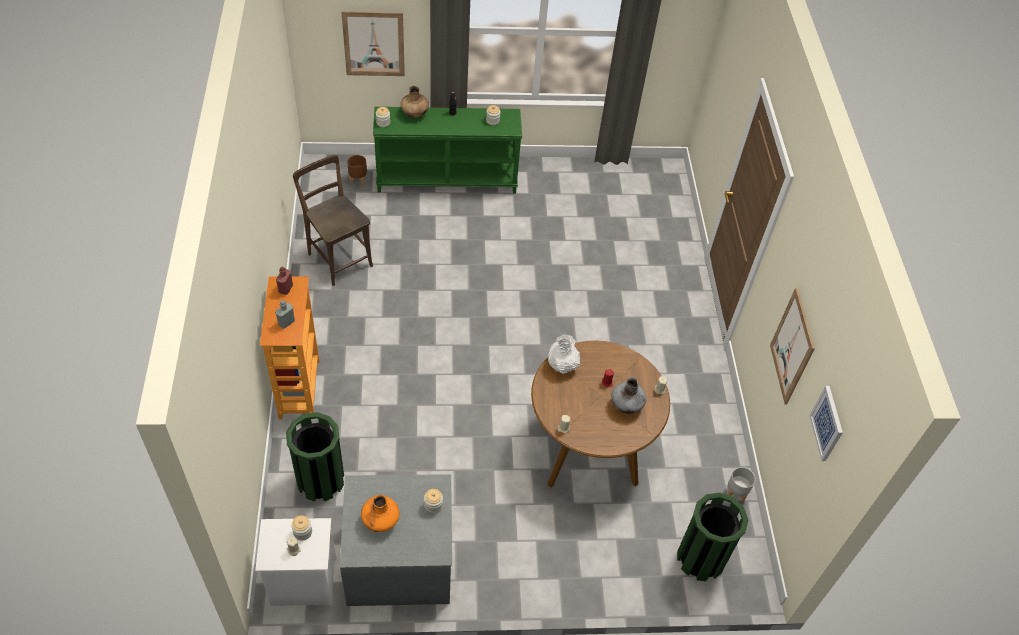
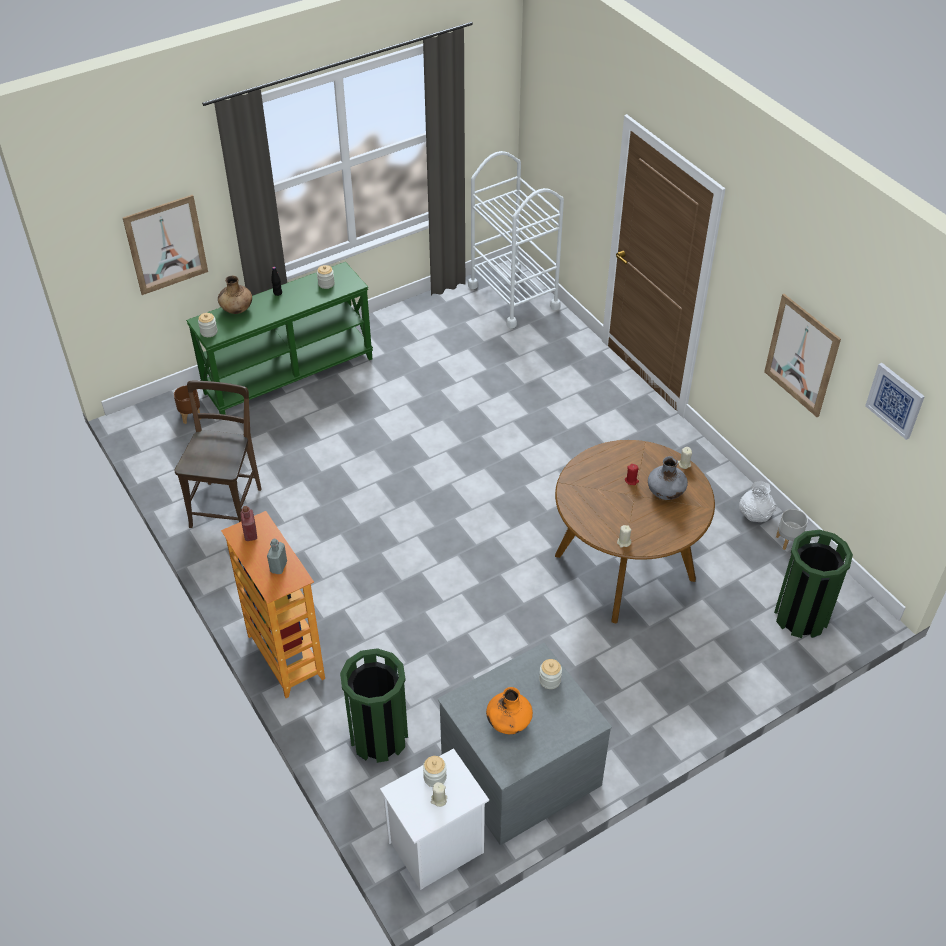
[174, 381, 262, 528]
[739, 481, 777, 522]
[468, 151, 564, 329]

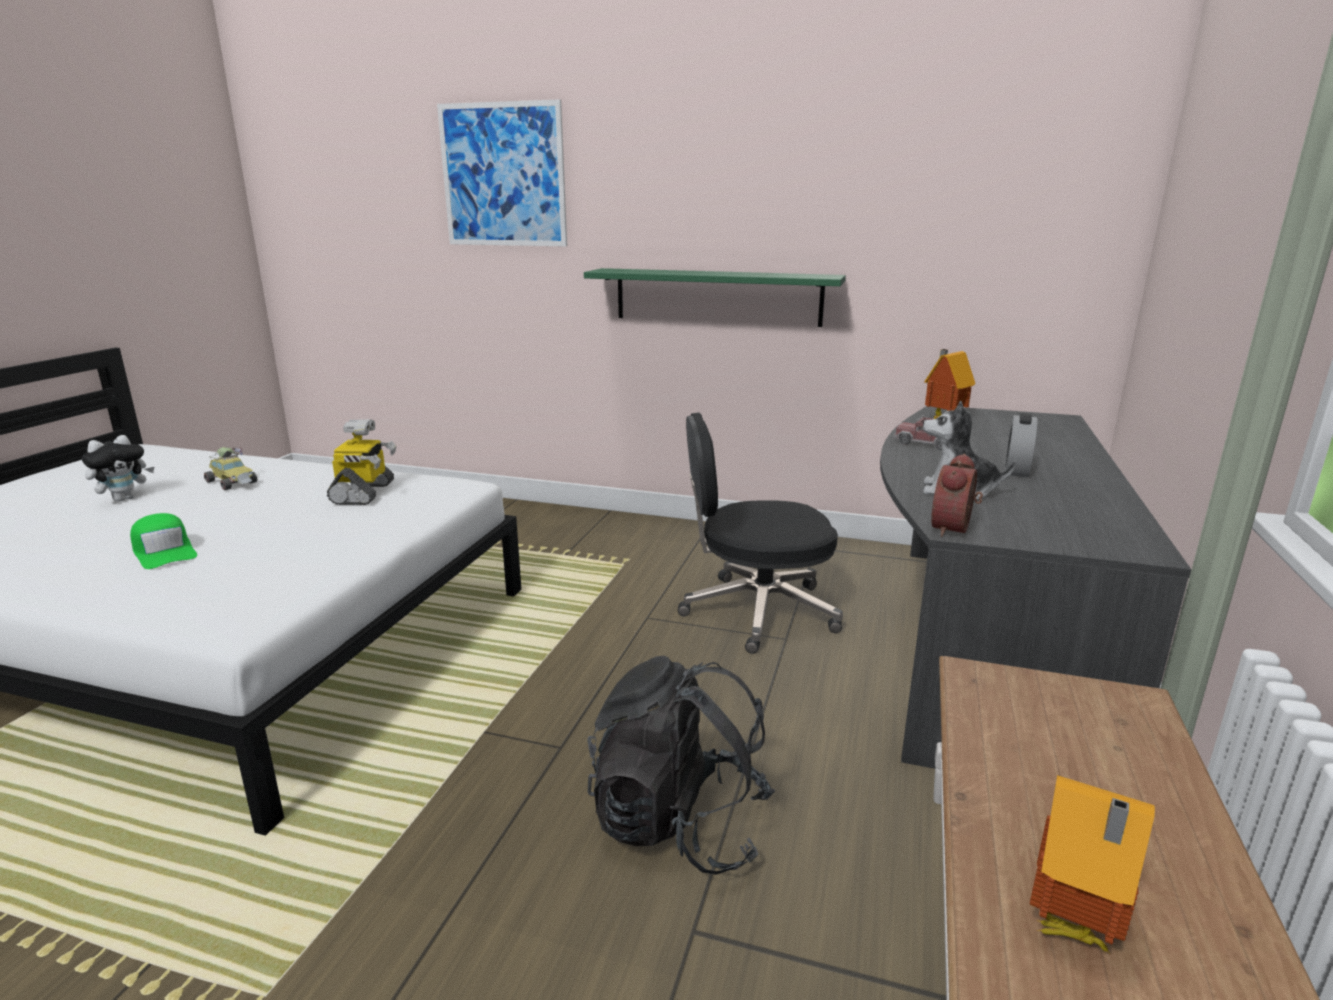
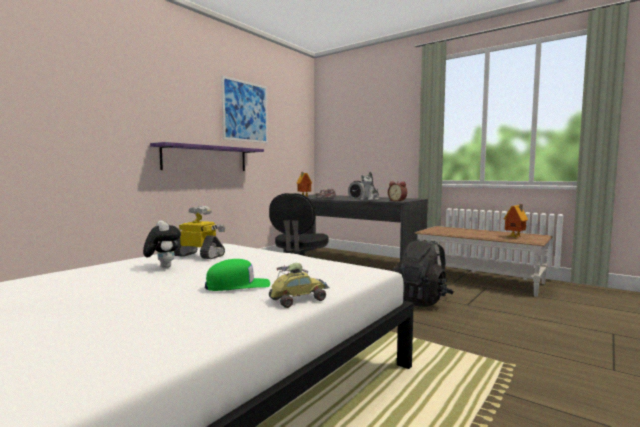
[221, 75, 268, 143]
[150, 142, 264, 171]
[143, 220, 181, 269]
[269, 263, 329, 308]

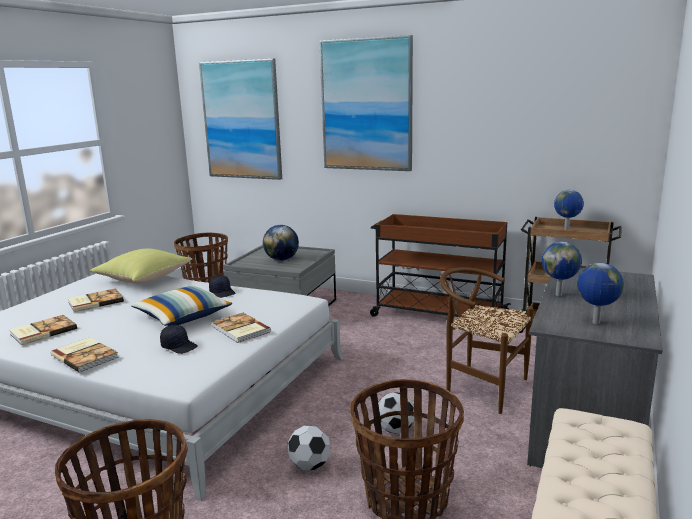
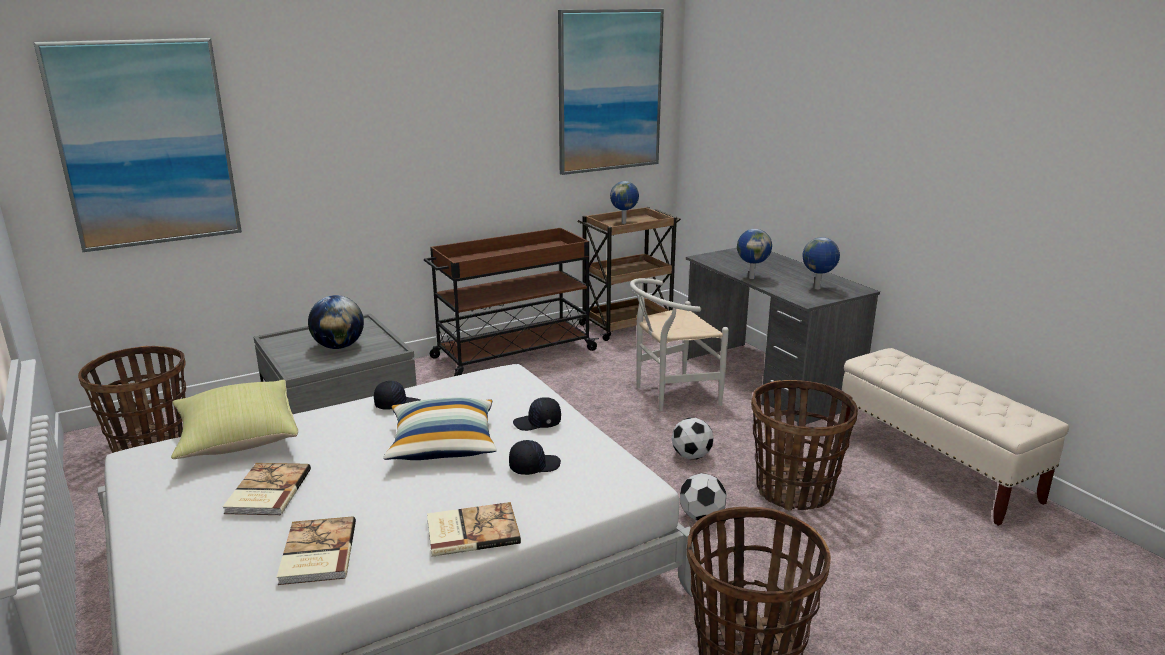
[558, 9, 664, 175]
[630, 278, 729, 411]
[513, 397, 561, 431]

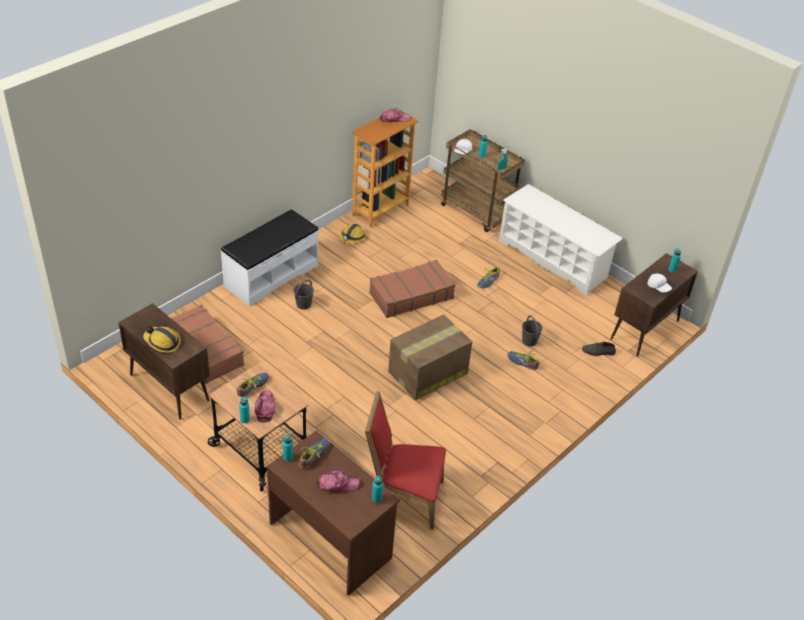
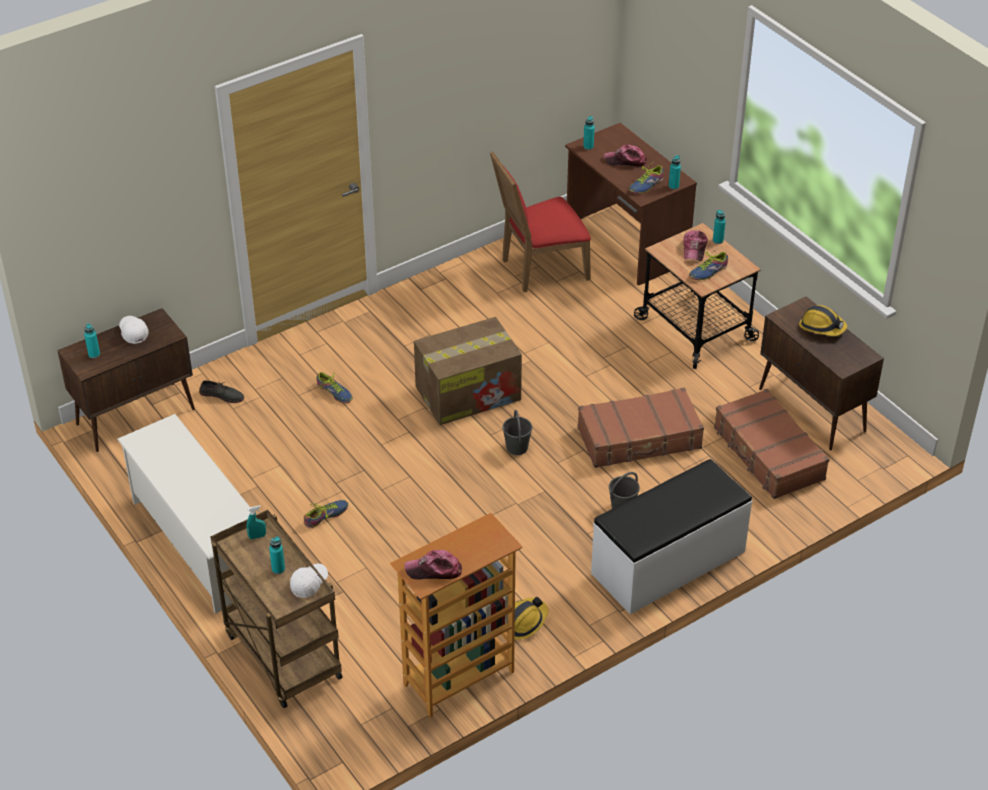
[577, 388, 704, 468]
[502, 410, 532, 455]
[490, 151, 591, 292]

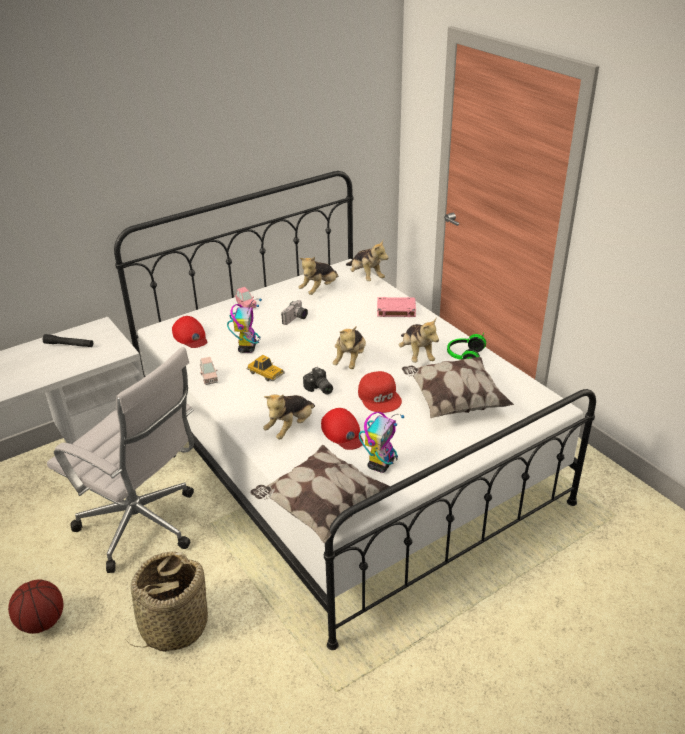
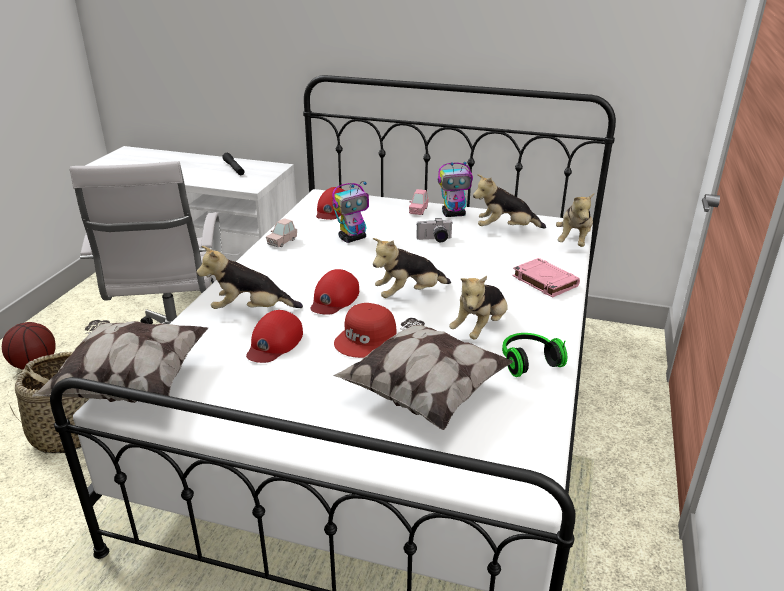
[247, 355, 285, 381] (first image)
[310, 269, 359, 315]
[438, 161, 473, 217]

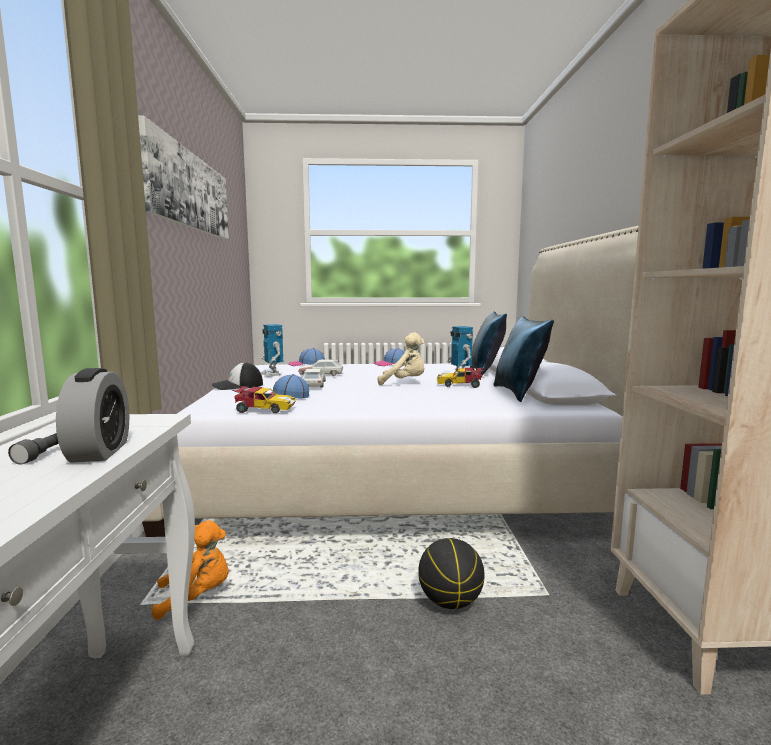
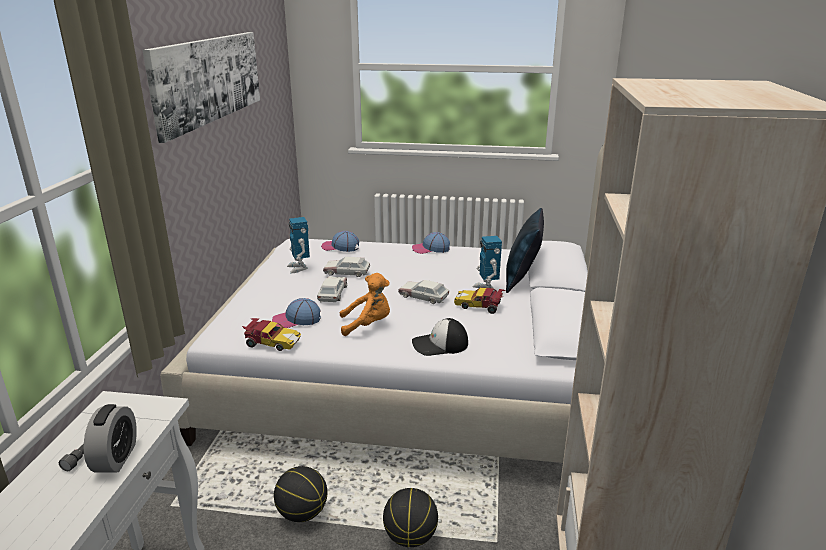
[493, 316, 554, 402] (first image)
[398, 280, 449, 304]
[412, 318, 468, 356]
[340, 273, 390, 336]
[274, 466, 327, 522]

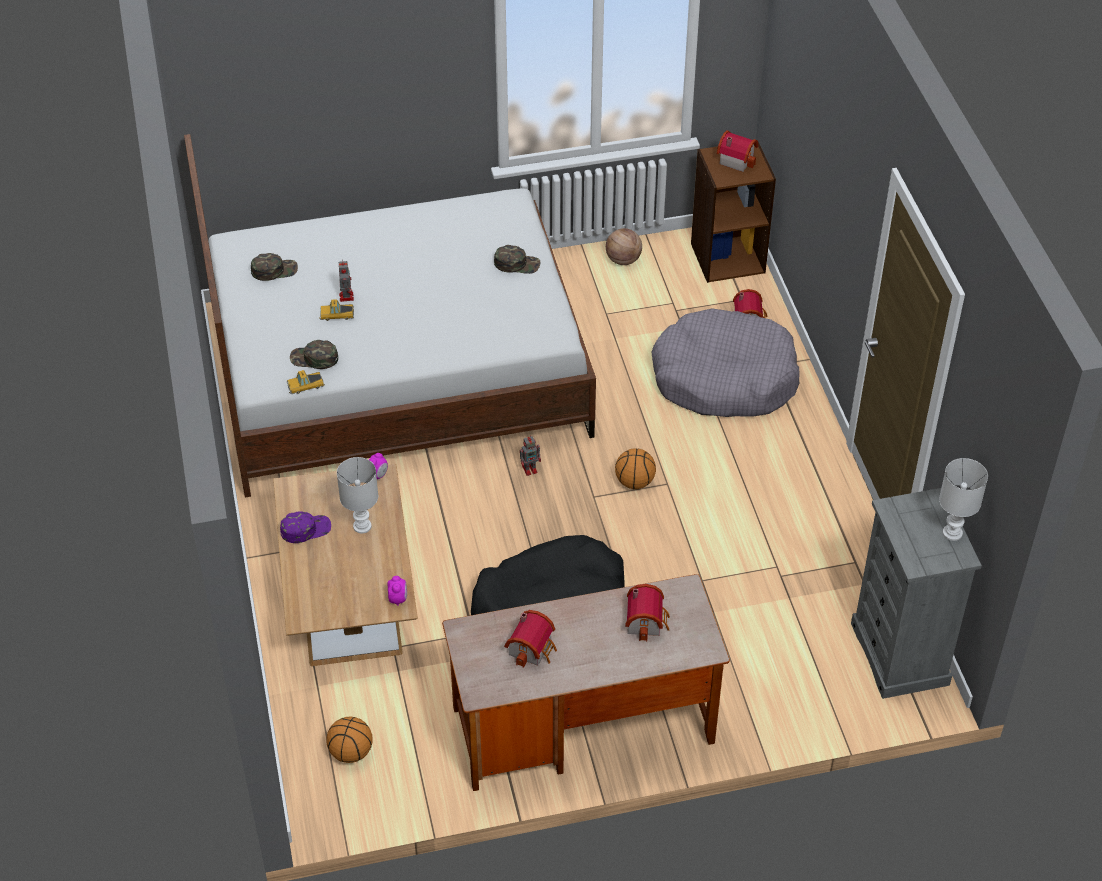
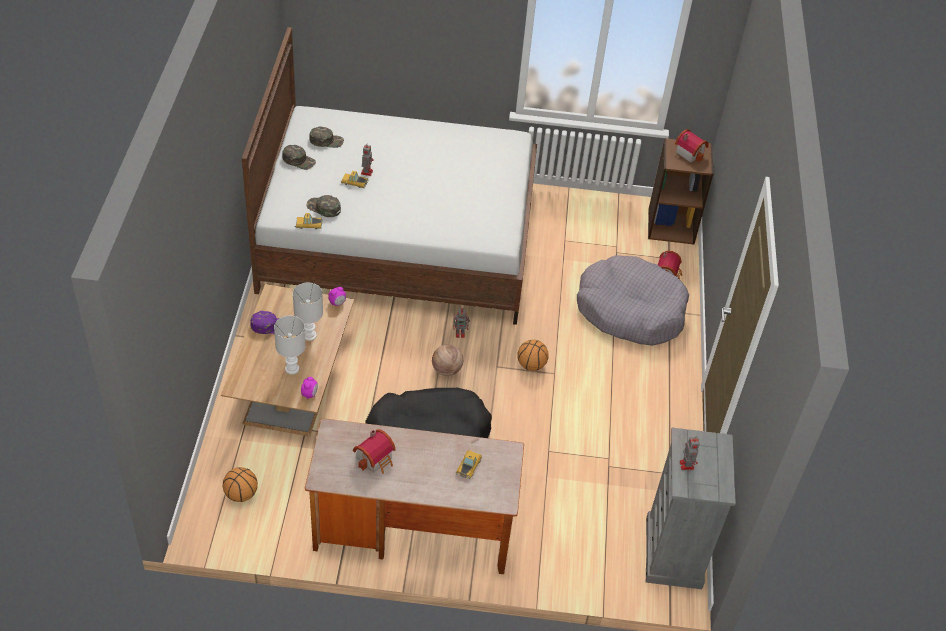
[432, 345, 463, 376]
[282, 145, 316, 170]
[274, 316, 306, 374]
[456, 450, 482, 479]
[679, 436, 700, 470]

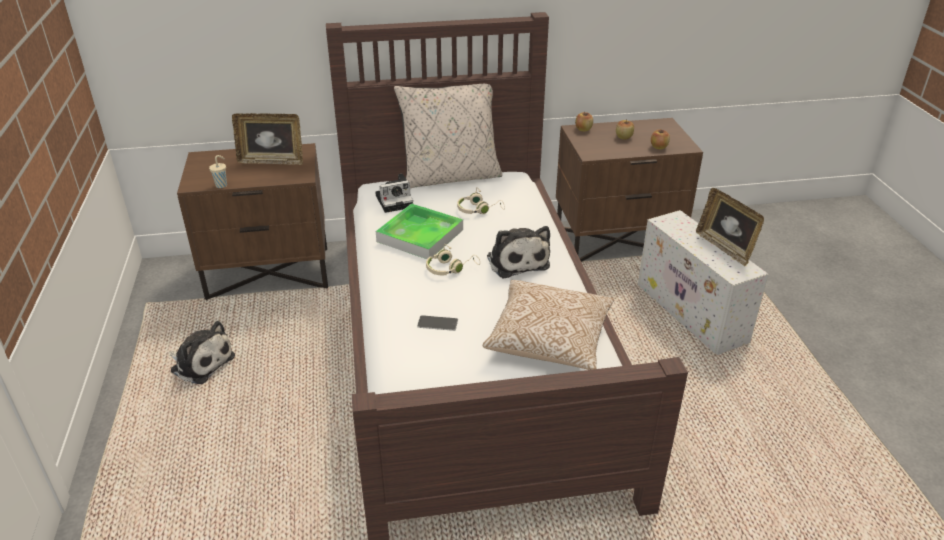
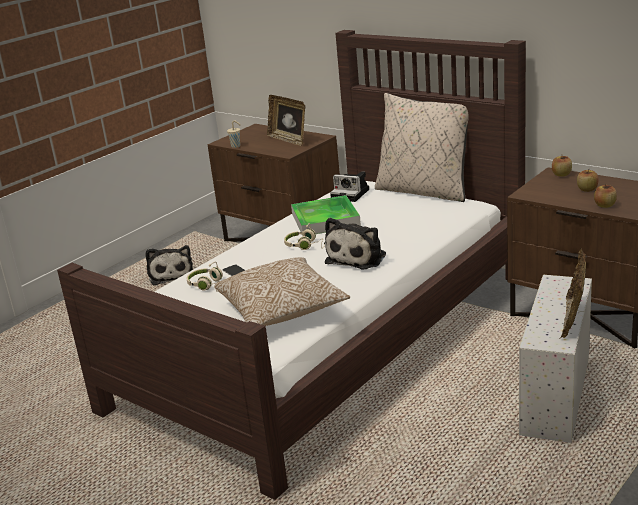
[186, 261, 223, 292]

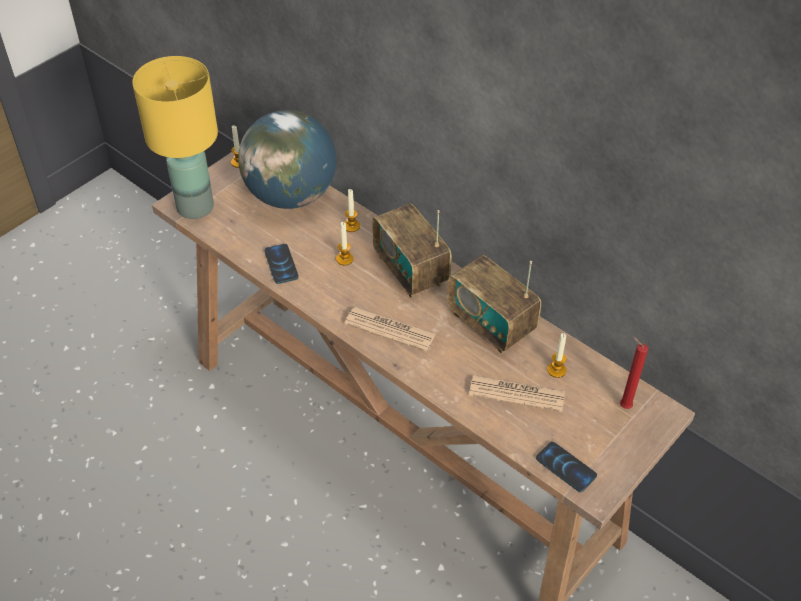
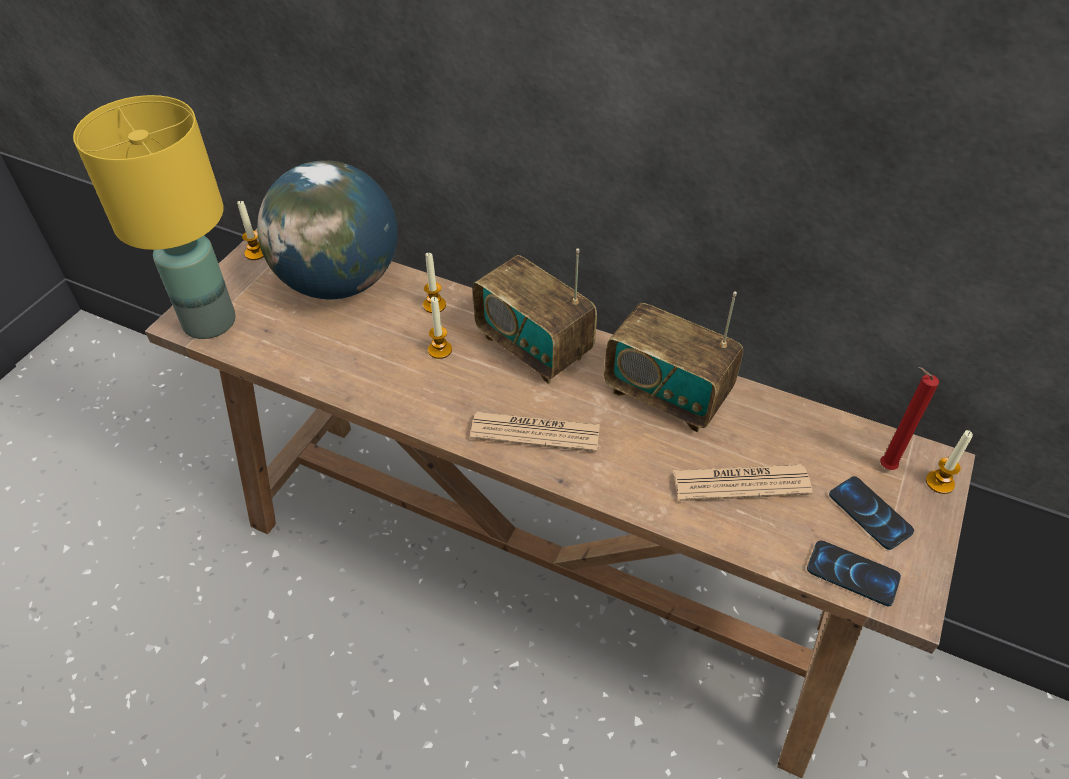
[829, 476, 914, 550]
[926, 430, 973, 494]

